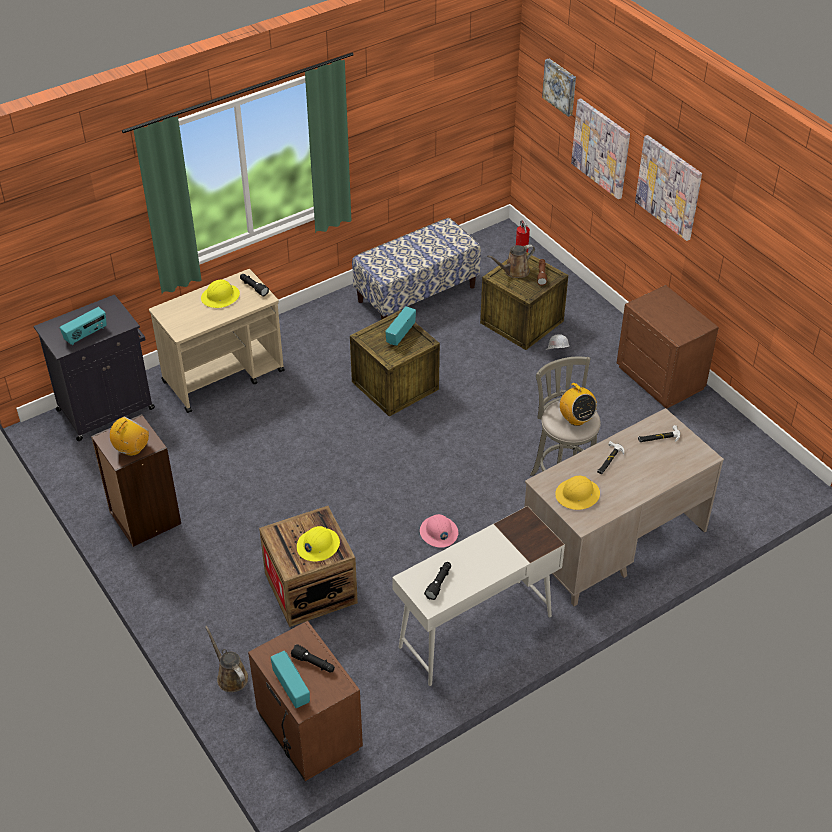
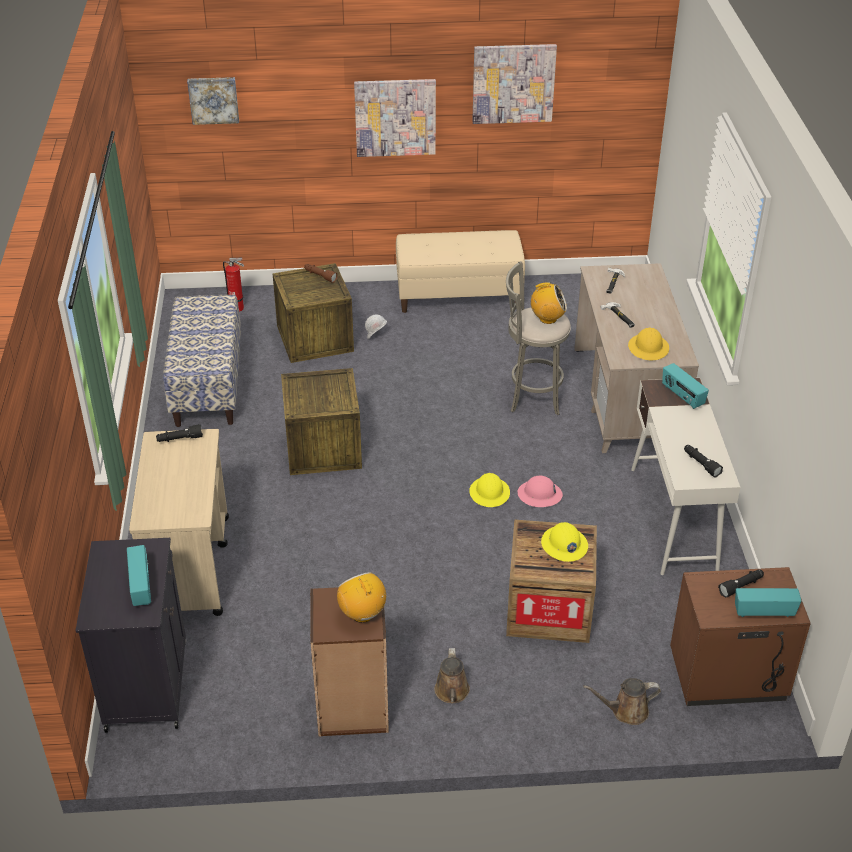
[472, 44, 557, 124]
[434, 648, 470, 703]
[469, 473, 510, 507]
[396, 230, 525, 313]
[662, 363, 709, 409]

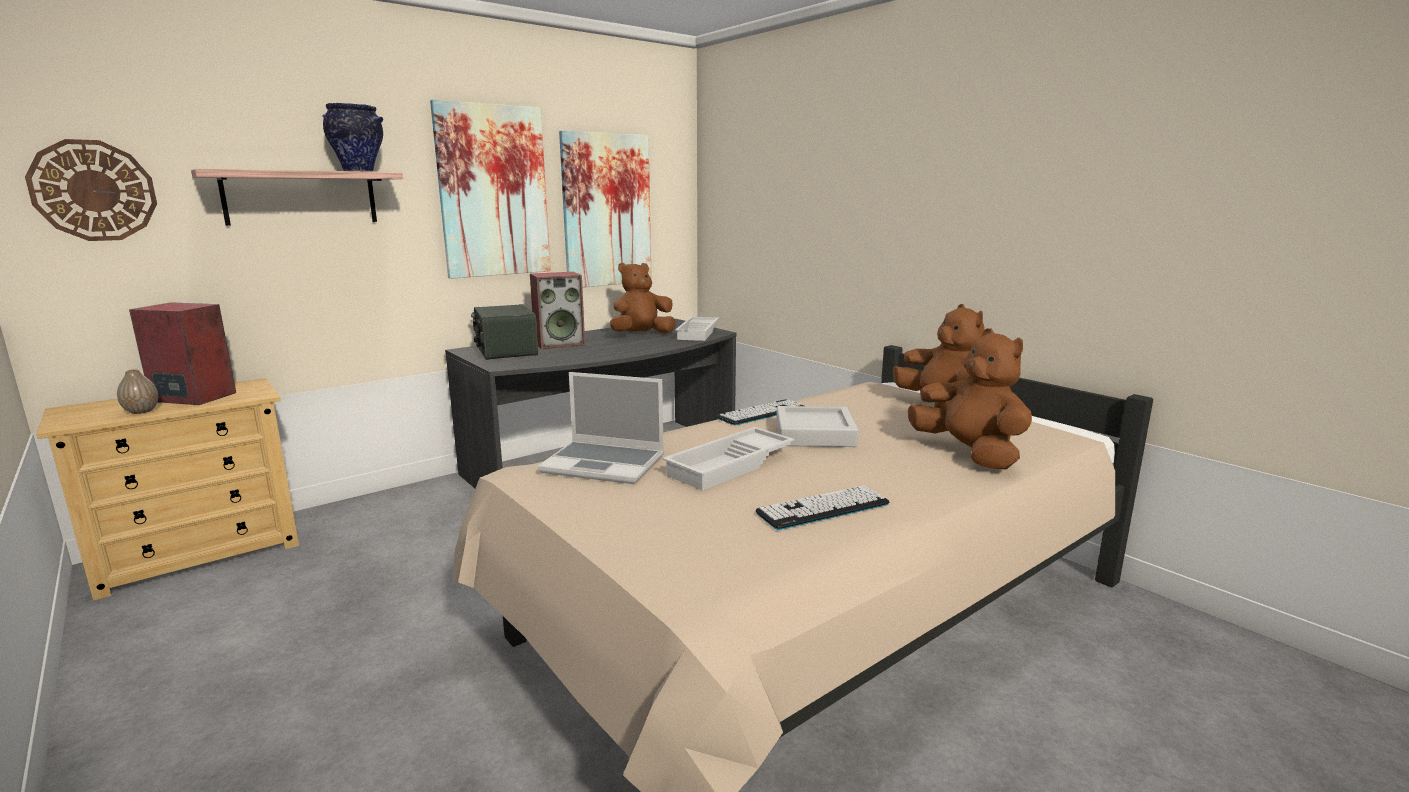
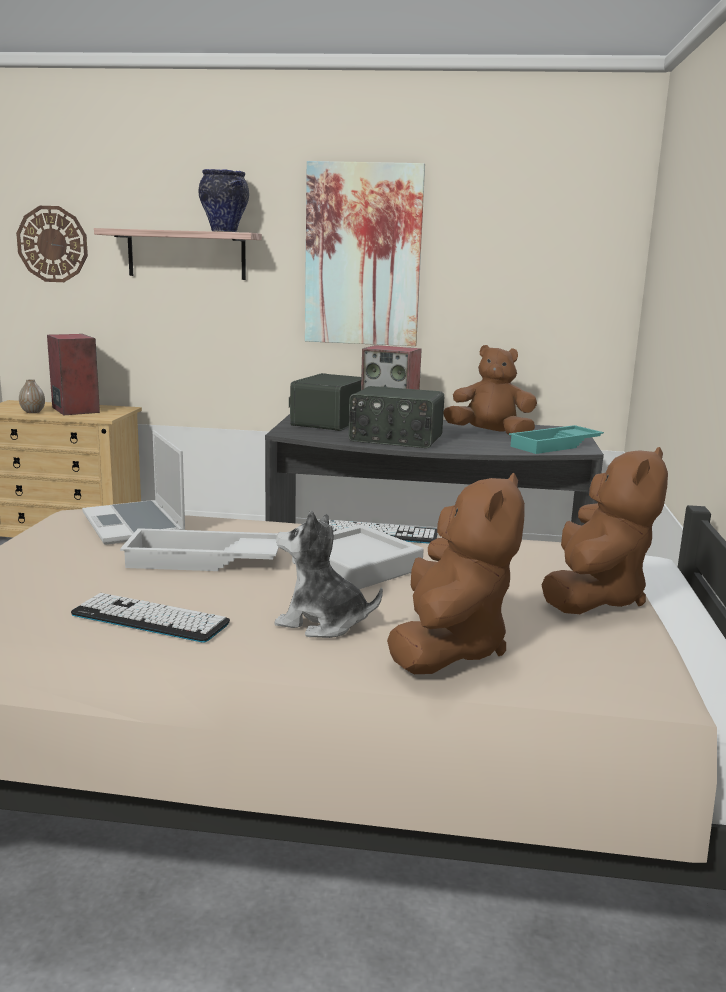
[559, 130, 652, 288] (first image)
[509, 425, 604, 454]
[349, 386, 444, 448]
[274, 511, 383, 638]

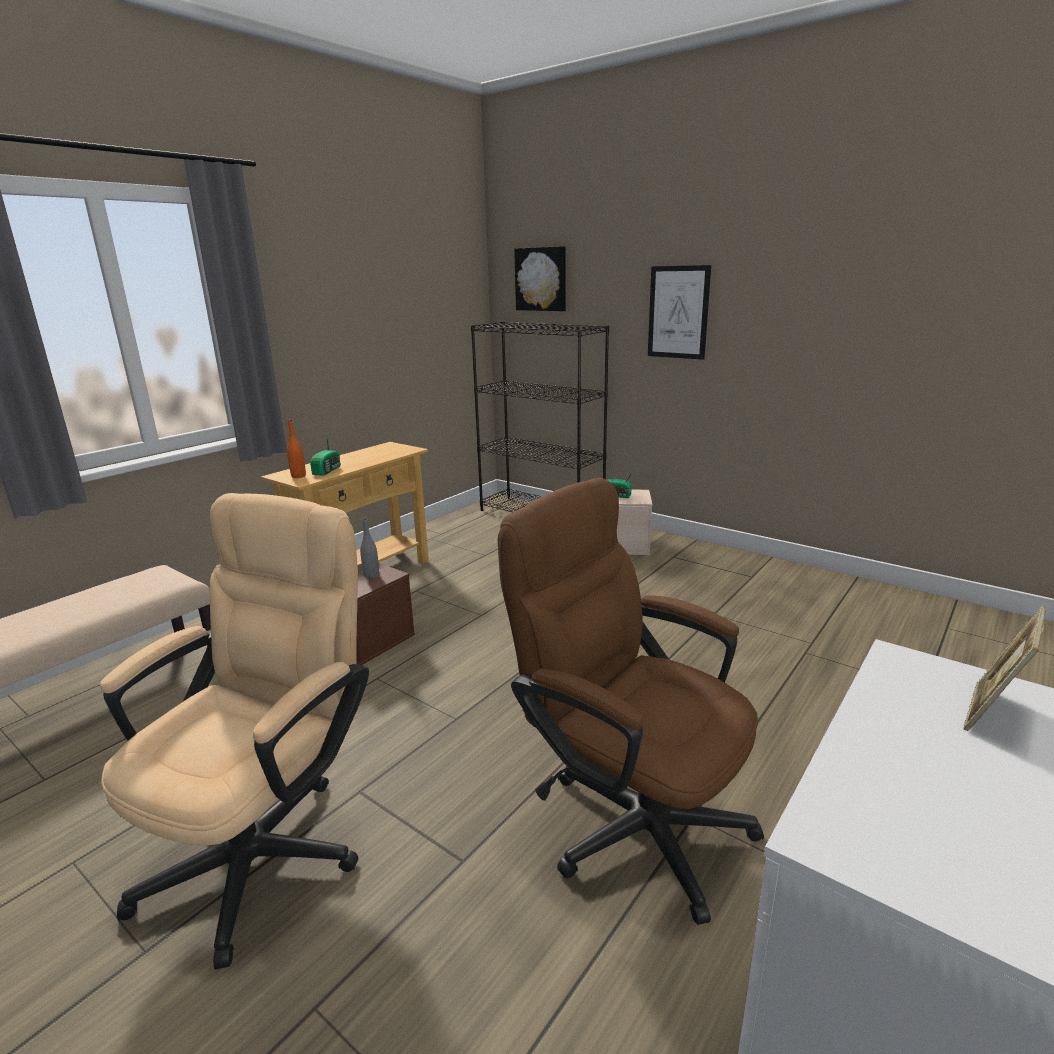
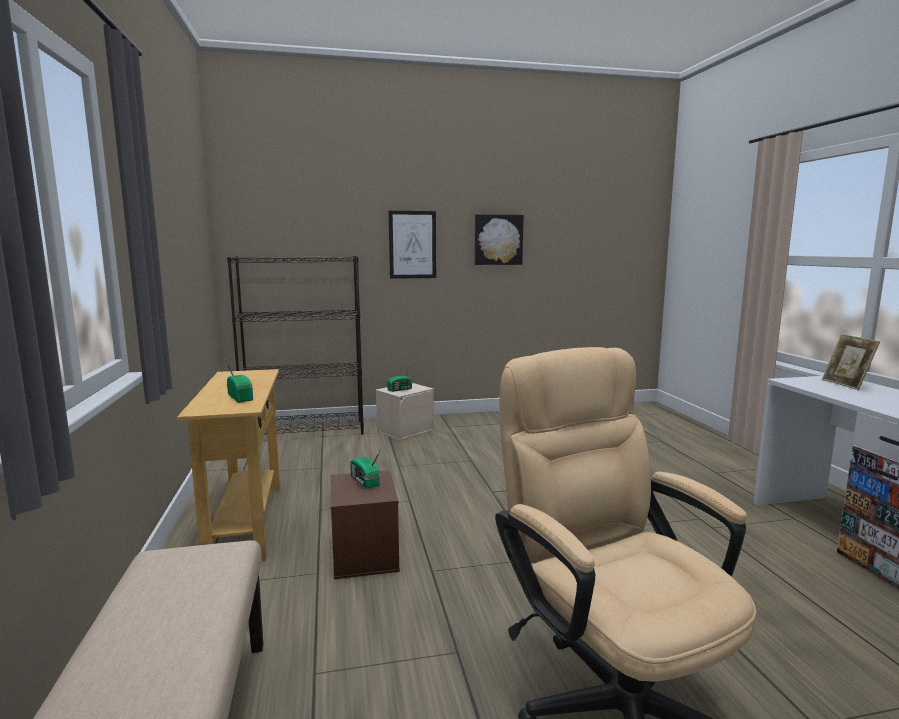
[475, 214, 524, 265]
[287, 420, 306, 478] (first image)
[498, 478, 764, 925] (first image)
[350, 450, 381, 489]

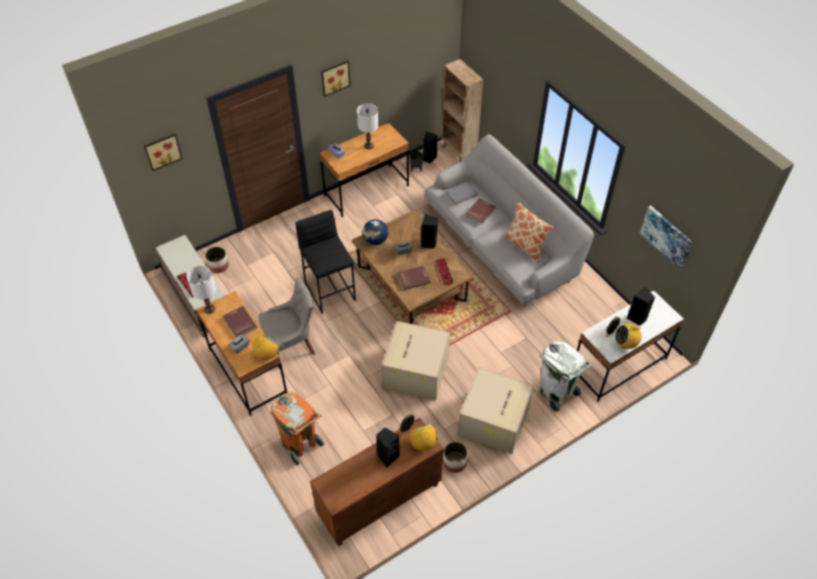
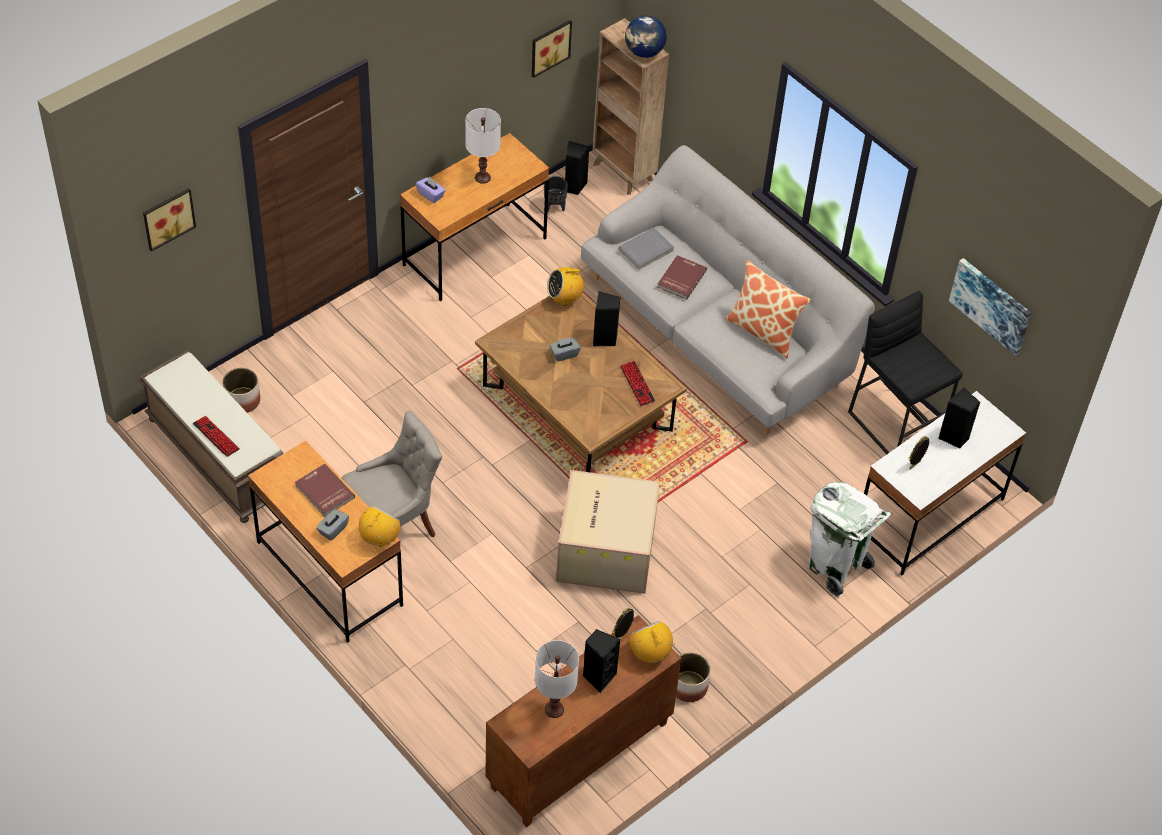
[532, 20, 572, 78]
[848, 291, 963, 454]
[625, 15, 667, 58]
[535, 640, 579, 718]
[397, 266, 431, 290] (first image)
[547, 265, 584, 305]
[458, 367, 534, 454] (first image)
[271, 392, 324, 466] (first image)

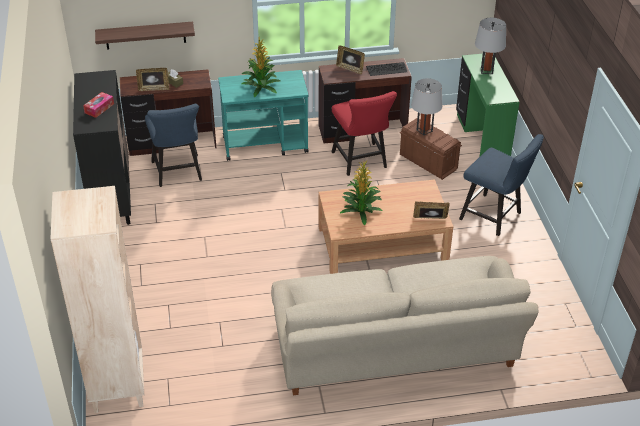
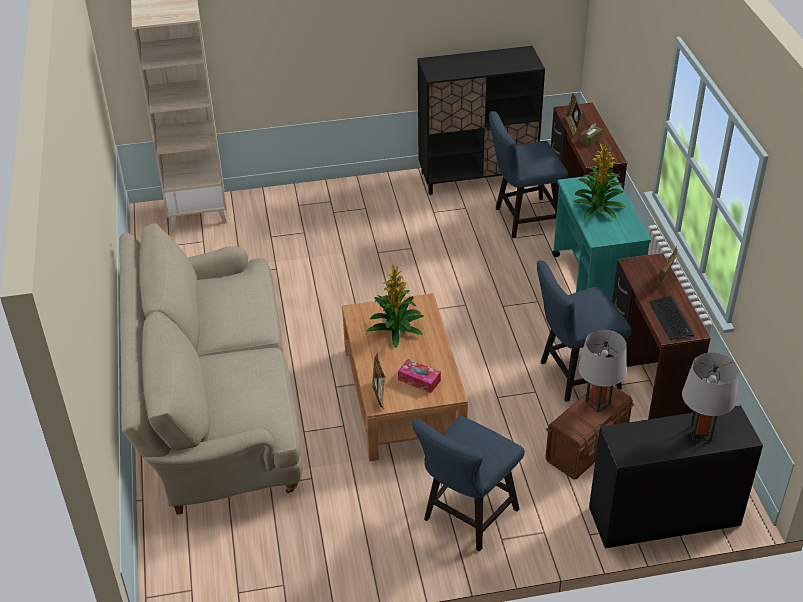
[95, 22, 195, 50] (first image)
[589, 405, 763, 548]
[537, 260, 632, 402]
[398, 359, 441, 393]

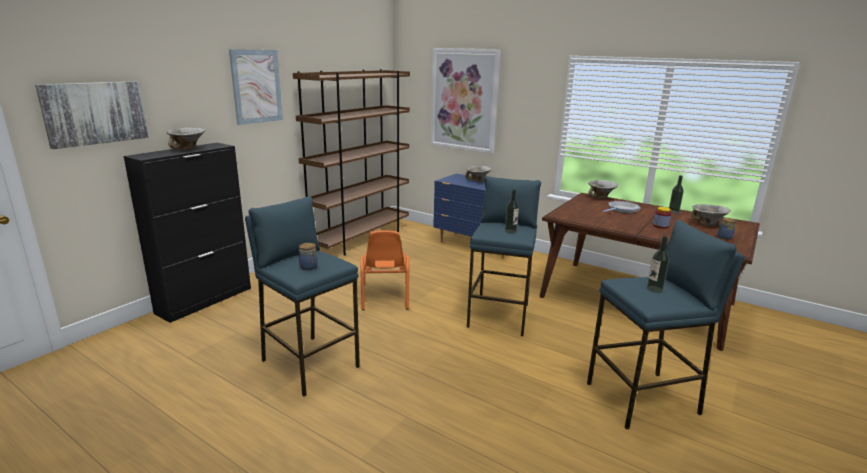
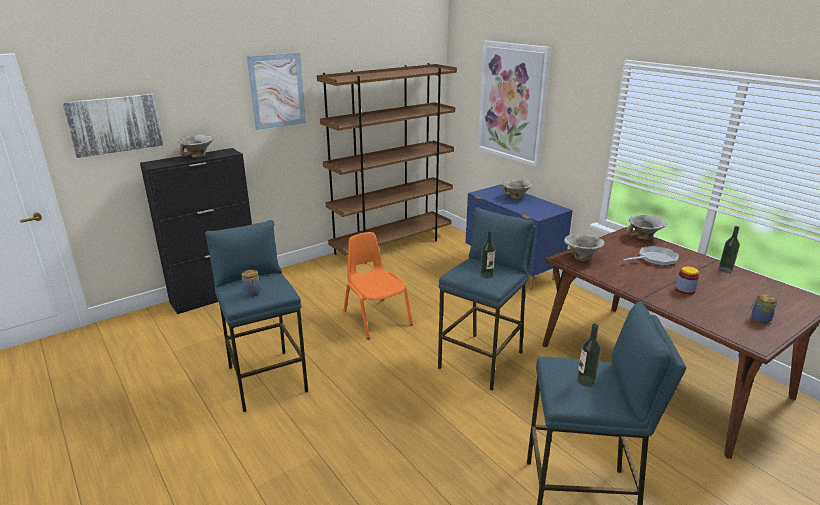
[564, 234, 605, 261]
[343, 232, 413, 339]

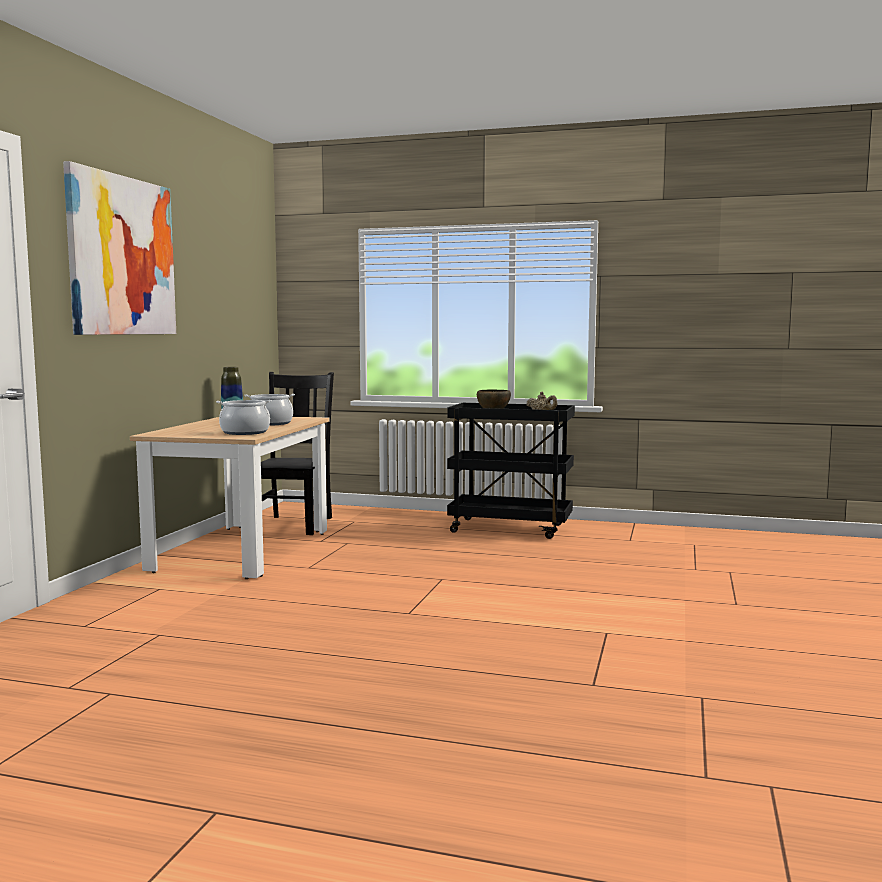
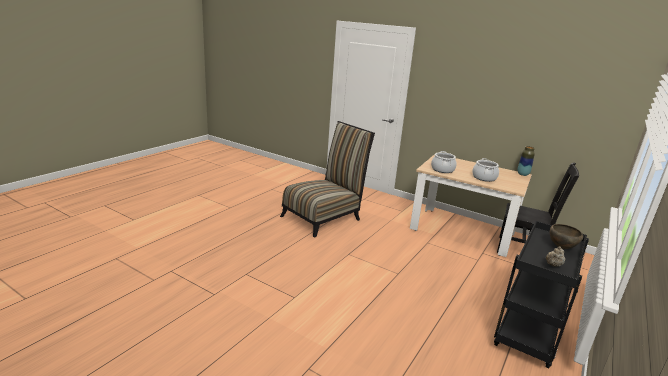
[63, 161, 176, 335] (first image)
[280, 121, 375, 238]

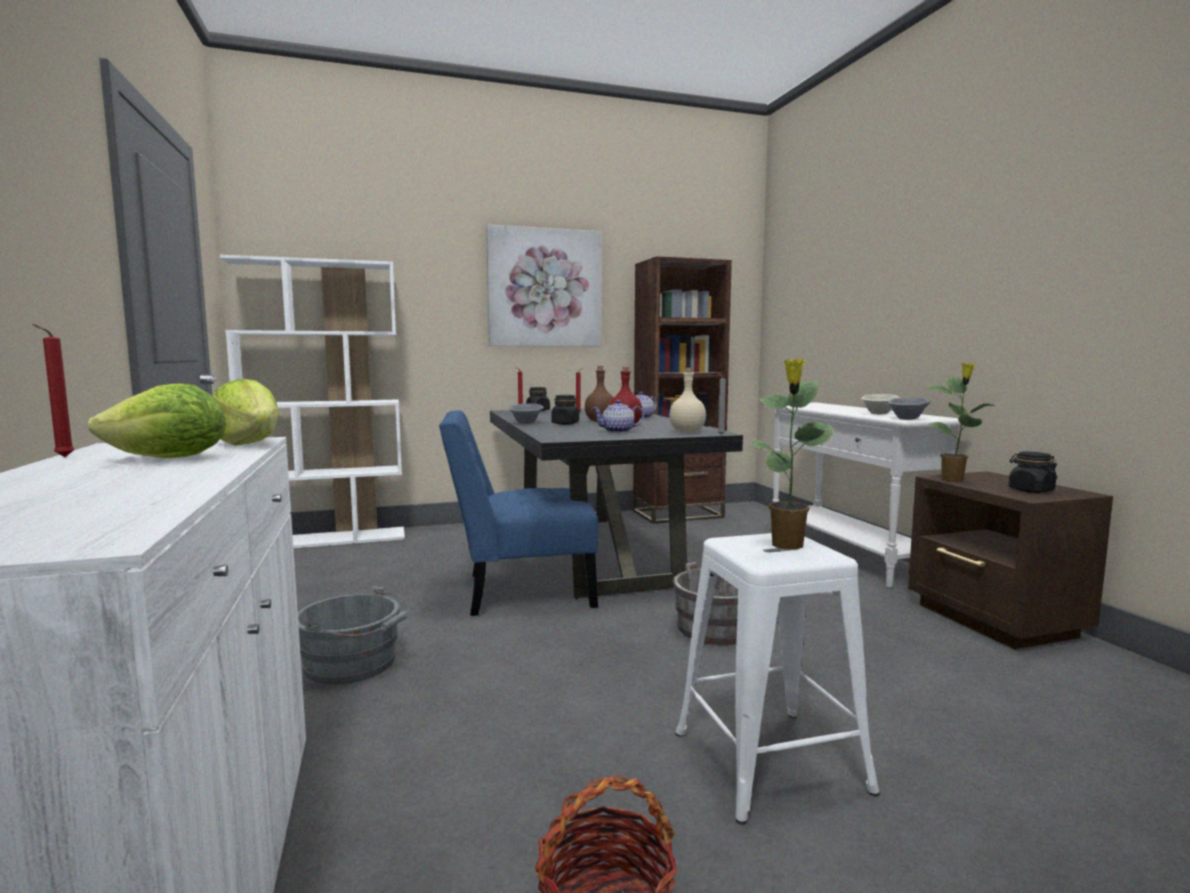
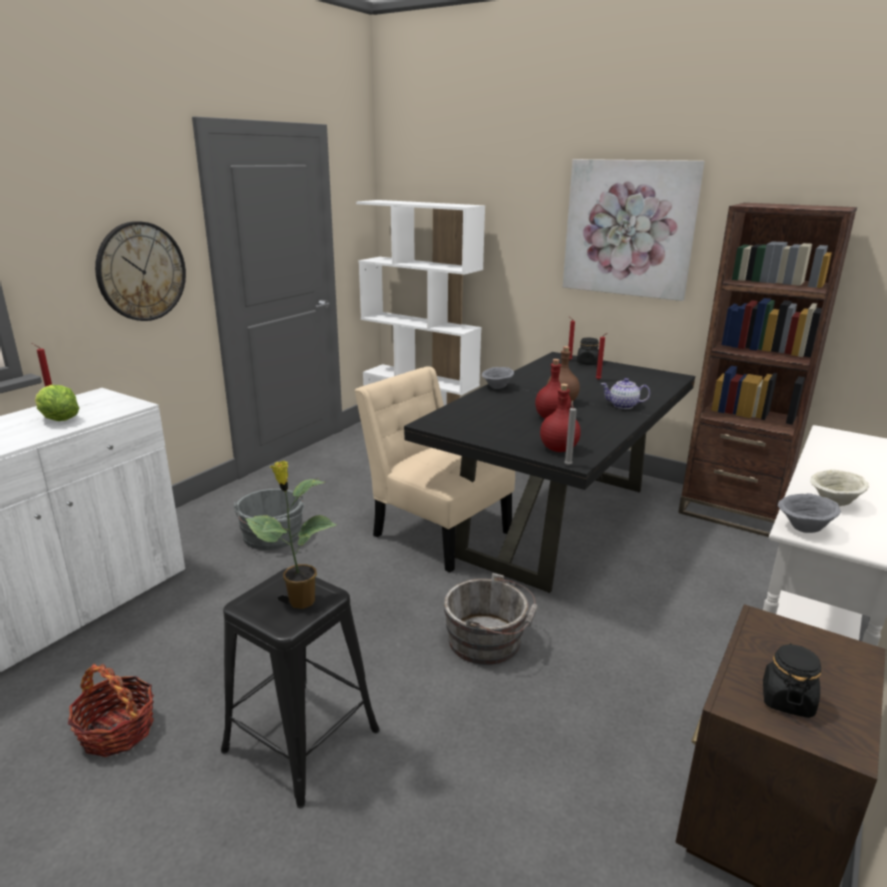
[926, 363, 996, 482] (first image)
[540, 384, 581, 452]
[213, 379, 279, 446] (first image)
[551, 395, 579, 425] (first image)
[592, 400, 644, 433] (first image)
[354, 366, 515, 573]
[221, 568, 380, 808]
[95, 221, 186, 321]

